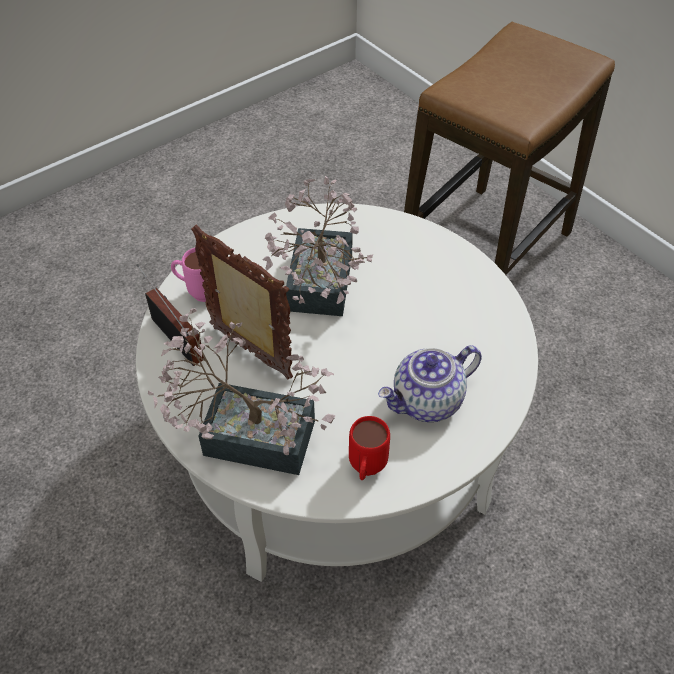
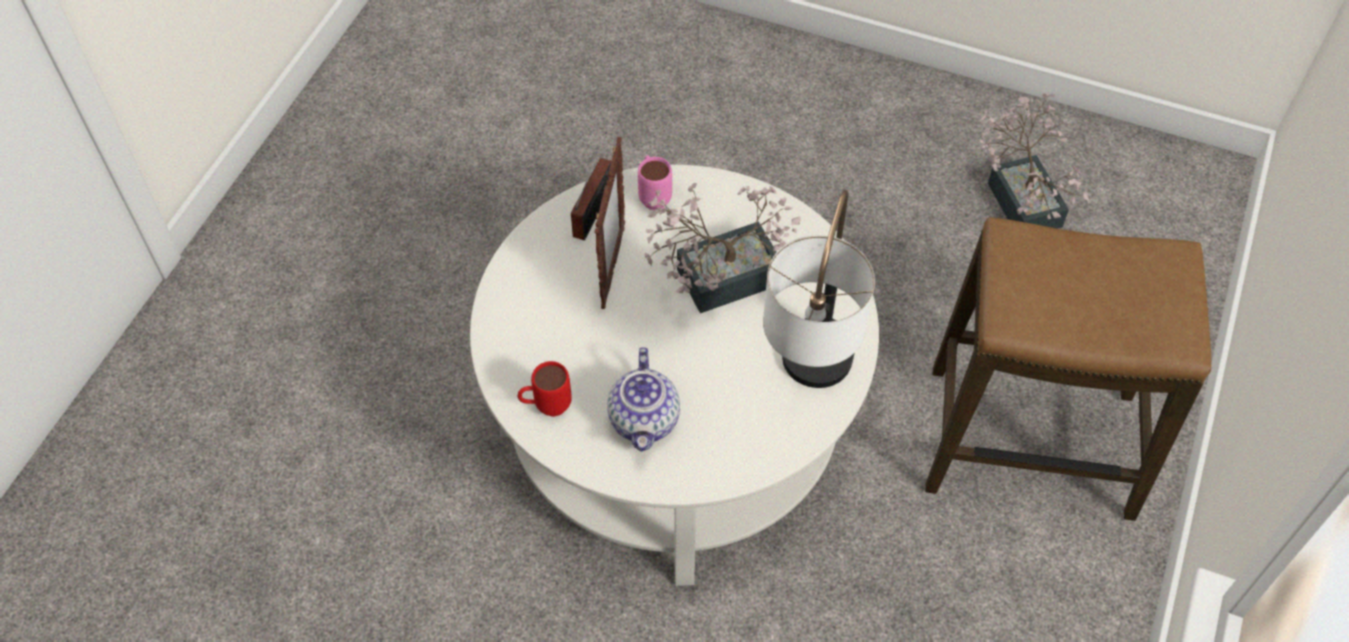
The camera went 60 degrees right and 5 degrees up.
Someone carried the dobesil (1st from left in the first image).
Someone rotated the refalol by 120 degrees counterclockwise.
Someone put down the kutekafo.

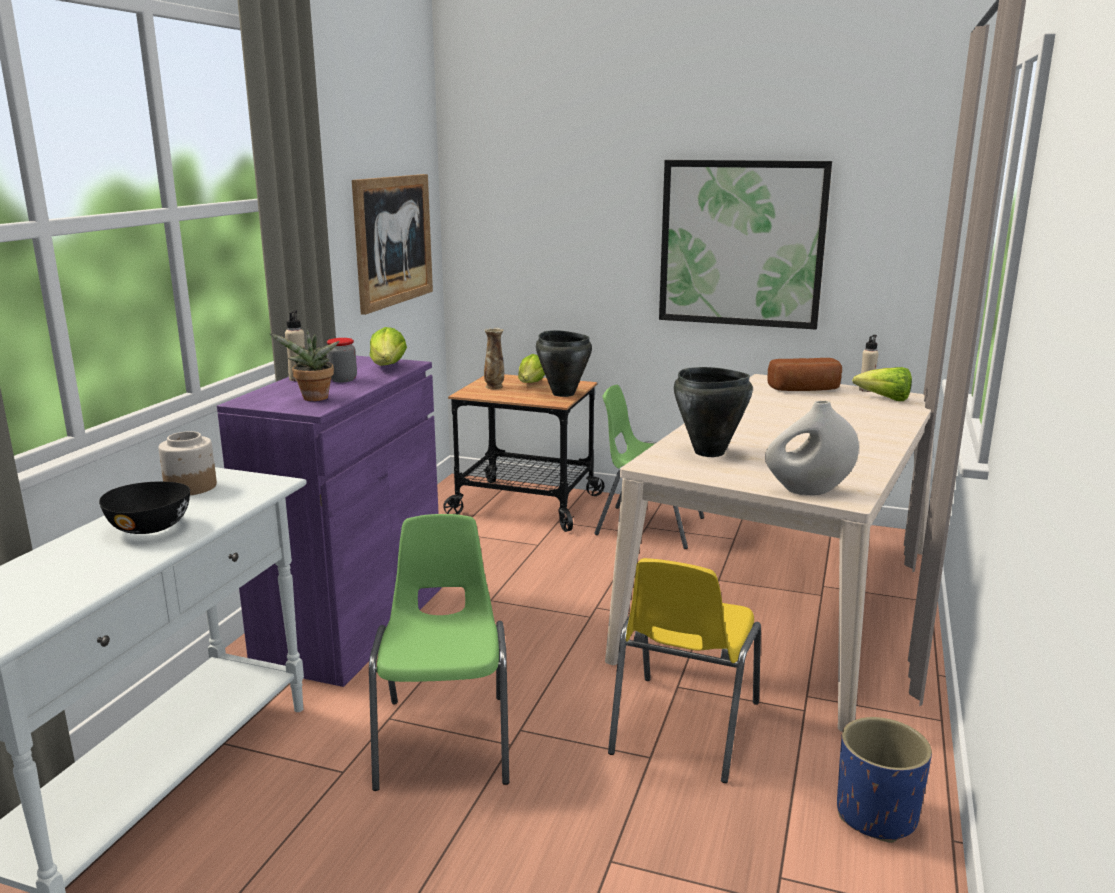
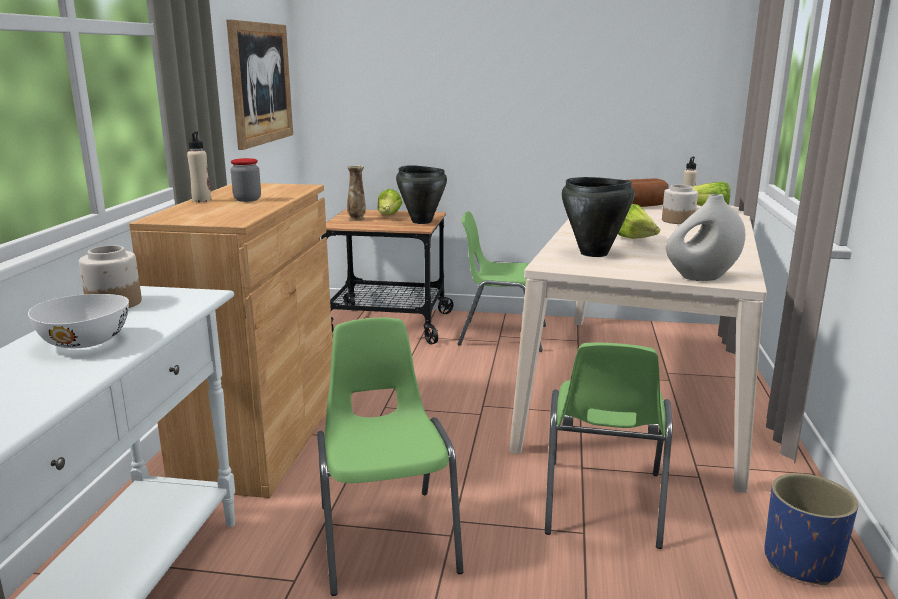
The camera went 10 degrees left and 0 degrees up.
Someone repainted the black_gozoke, which became the white_gozoke.
Someone repainted the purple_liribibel, which became the brown_liribibel.
Someone took away the dobesil.
Someone carried the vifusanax (1st from left in the first image).
Someone repainted the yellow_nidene, which became the green_nidene (3rd from left).
Someone took away the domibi (2nd from left).
Someone put down the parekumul (3rd from left).

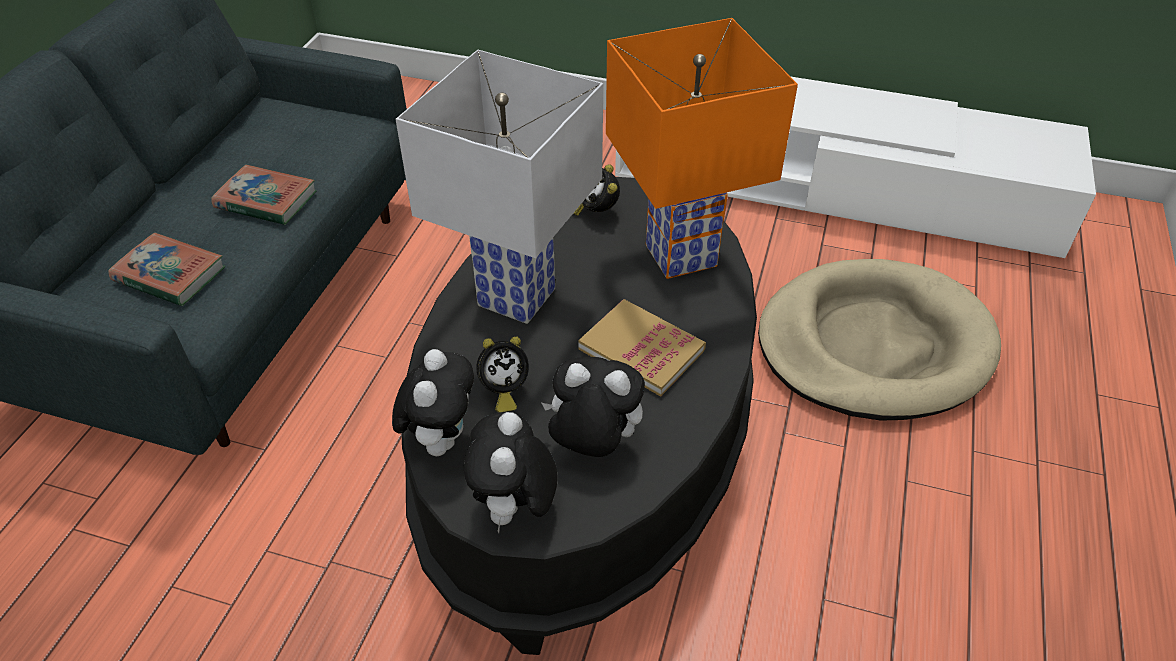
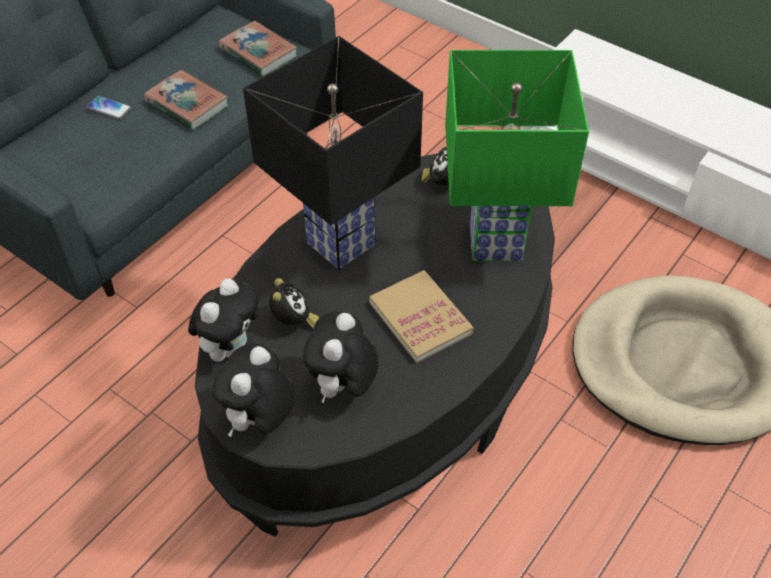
The camera went 20 degrees right and 5 degrees up.
Someone carried the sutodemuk (1st from left in the first image).
Someone repainted the white_kutekafo, which became the black_kutekafo.
Someone rotated the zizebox (1st from left) by 90 degrees counterclockwise.
Someone rotated the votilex (3rd from left) by 105 degrees counterclockwise.
Someone repainted the orange_kutekafo, which became the green_kutekafo.
Someone put down the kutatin.

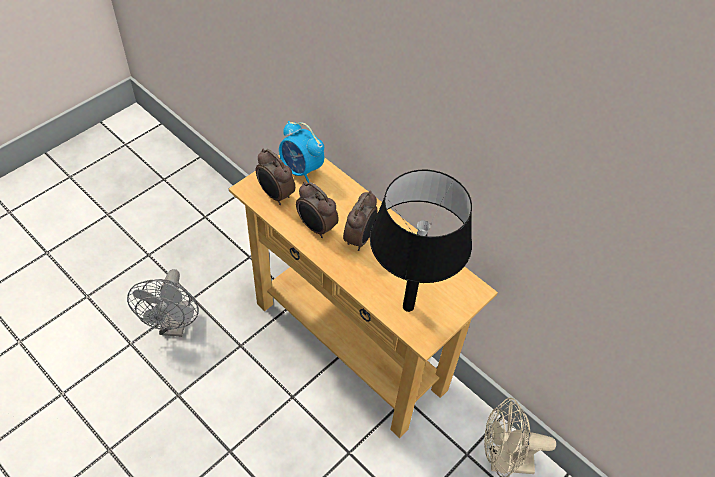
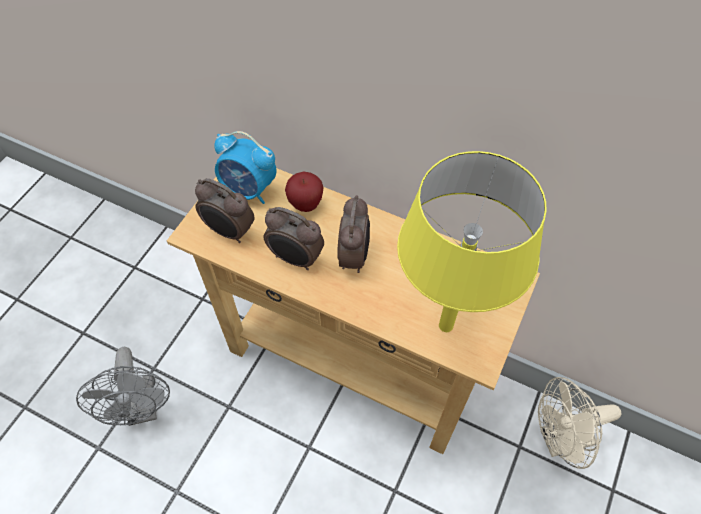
The camera went 15 degrees left and 5 degrees up.
Someone repainted the black_kutekafo, which became the yellow_kutekafo.
Someone put down the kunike.

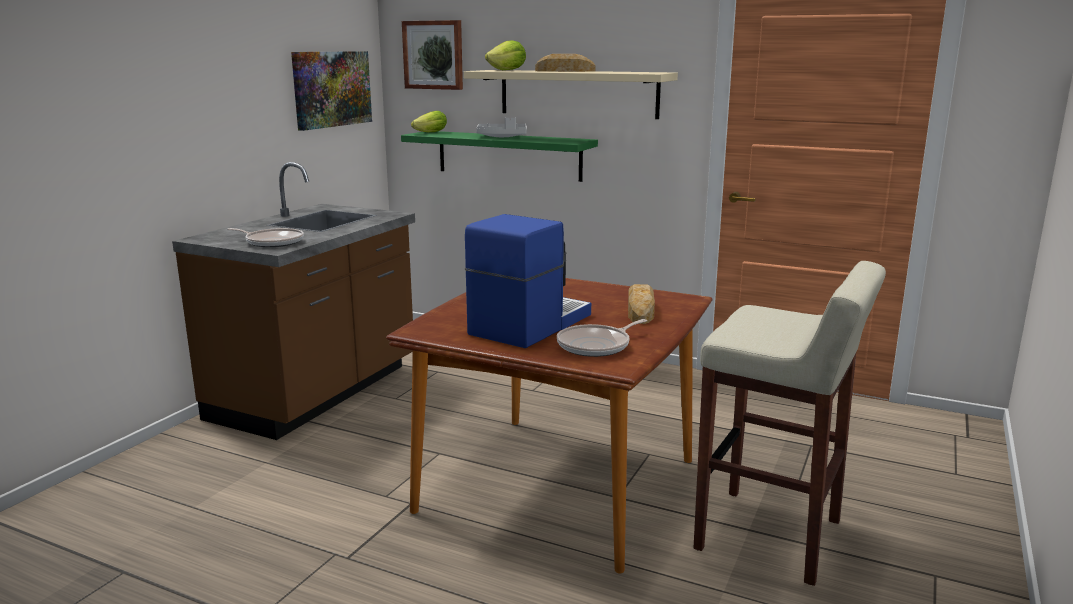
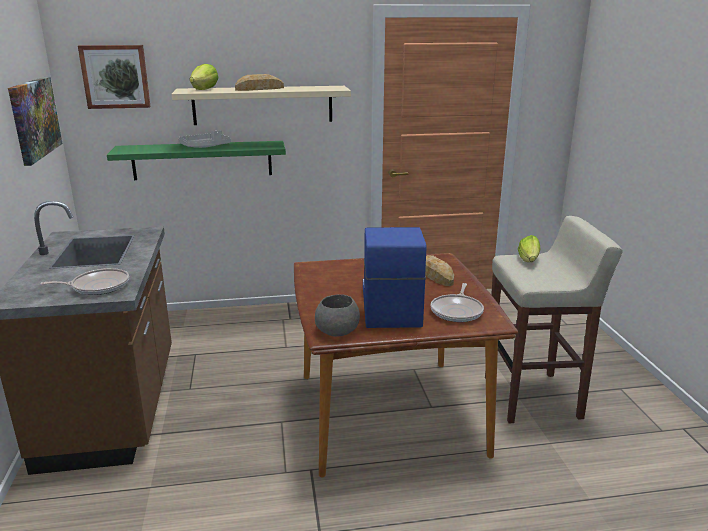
The camera went 35 degrees left and 5 degrees up.
Someone carried the vifusanax (1st from left in the first image).
Someone put down the grey_gozoke.

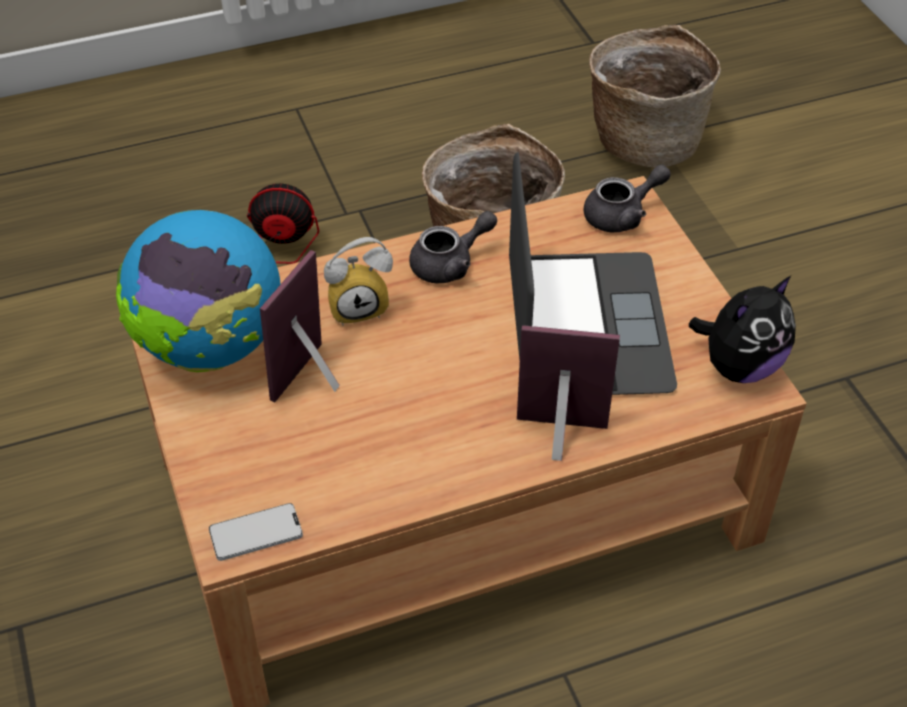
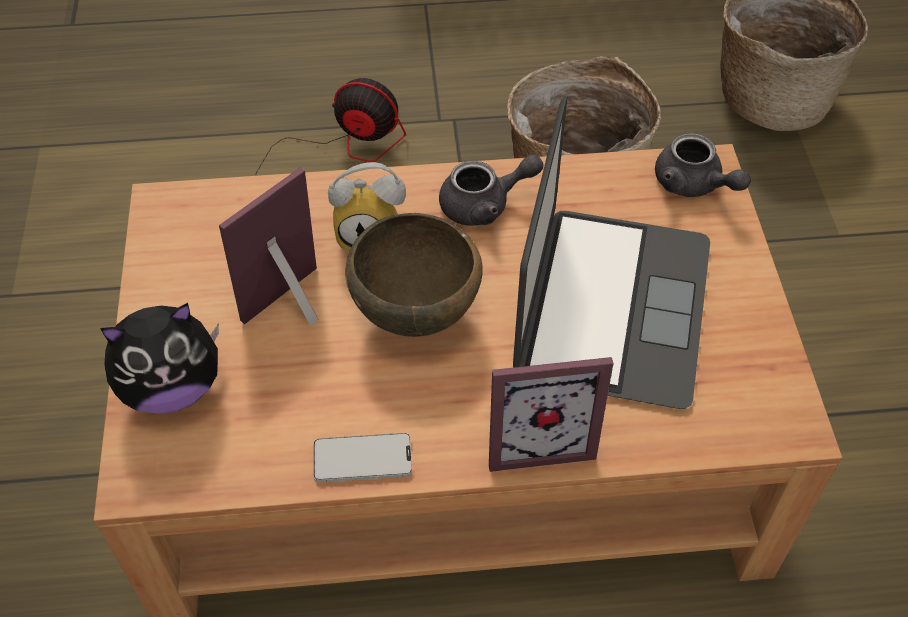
The camera went 15 degrees right and 5 degrees up.
Someone took away the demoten.
Someone carried the kutatin.
Someone rotated the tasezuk (2nd from left) by 150 degrees clockwise.
Someone rotated the grey_refalol (2nd from left) by 60 degrees clockwise.
Someone carried the votilex.
Someone put down the brown_gozoke.

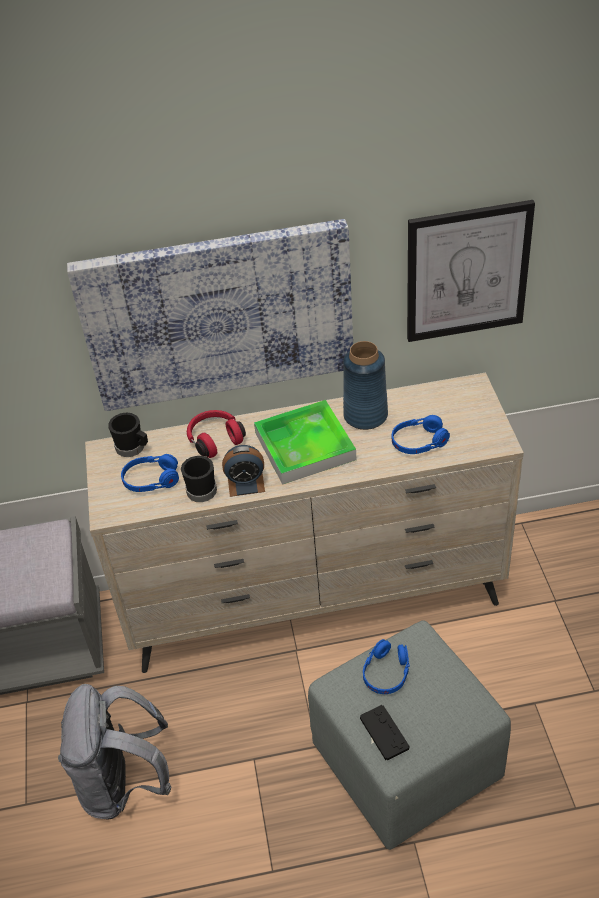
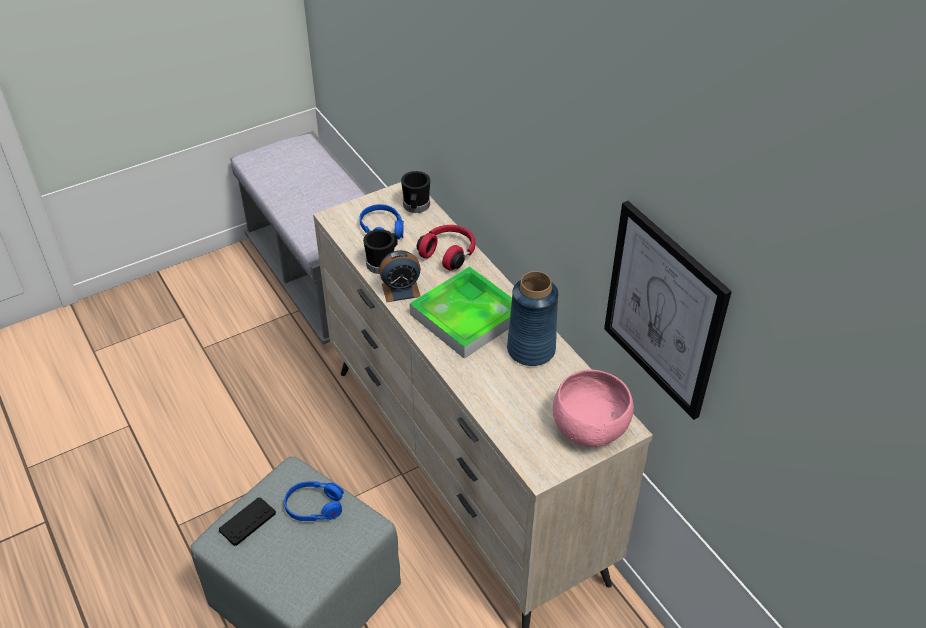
The camera went 65 degrees right and 0 degrees up.
Someone took away the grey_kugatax.
Someone took away the domibi (1st from left).
Someone rotated the zizebox by 75 degrees counterclockwise.
Someone took away the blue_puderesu (3rd from left).
Someone put down the pink_gozoke.

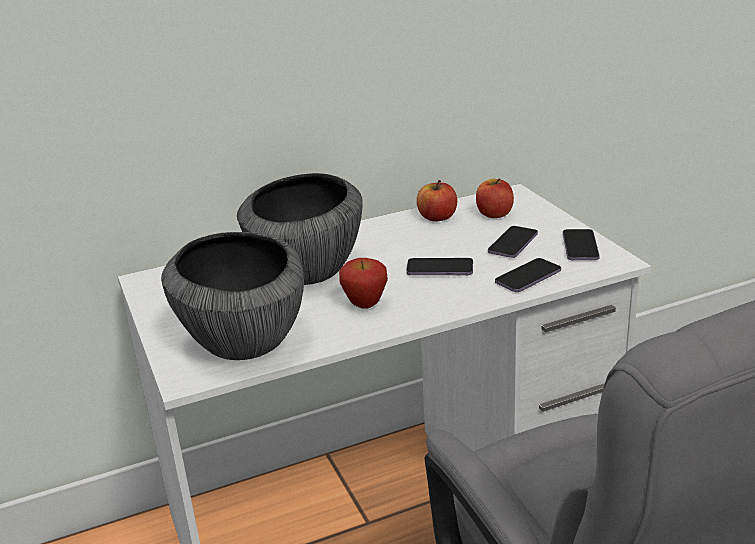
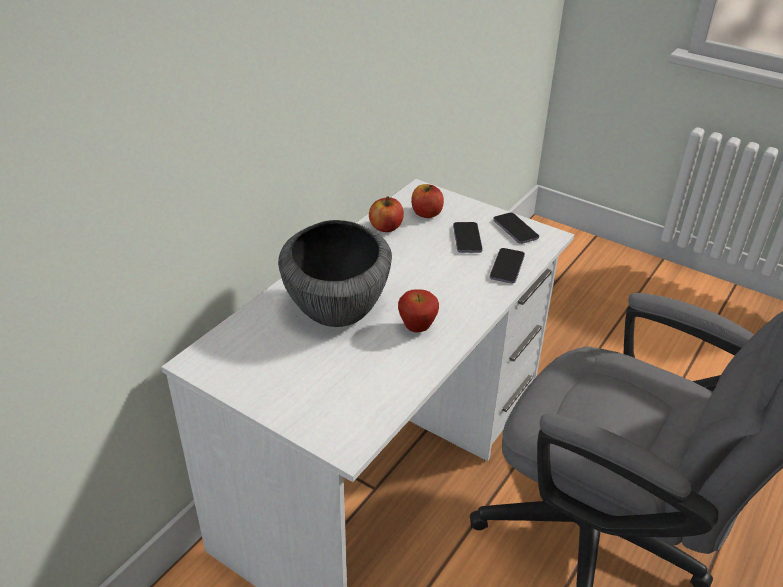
The camera went 35 degrees left and 10 degrees up.
Someone took away the gozoke (1st from left).
Someone took away the kutatin (1st from left).

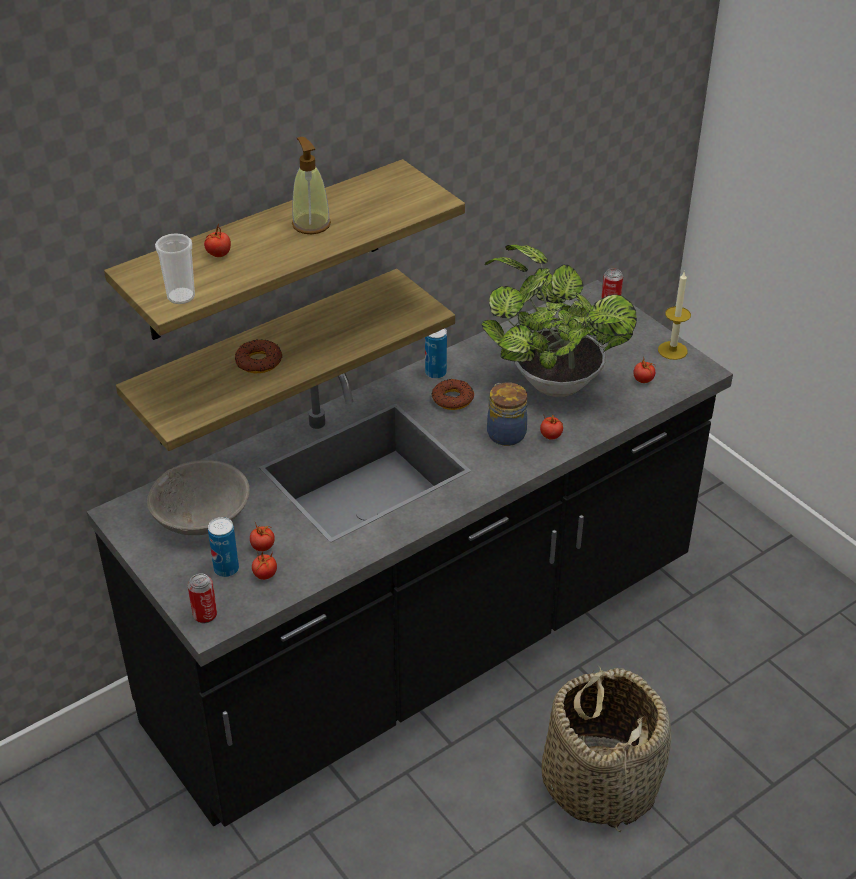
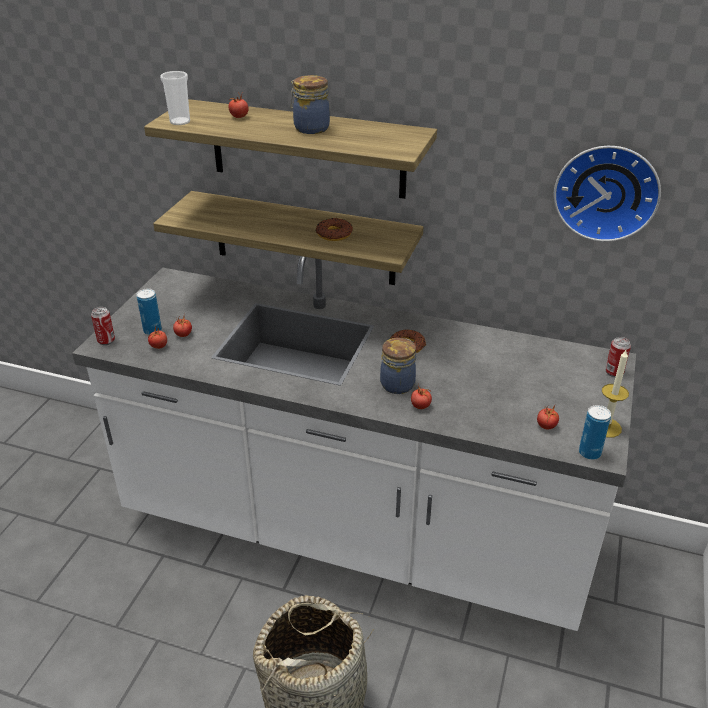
The camera went 55 degrees right and 5 degrees down.
Someone repainted the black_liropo, which became the white_liropo.
Someone took away the grey_gozoke.
Someone carried the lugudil (1st from left).
Someone swapped the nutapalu for the parekumul (1st from left).
Someone carried the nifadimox (3rd from left).
Someone took away the dobesil.
Someone put up the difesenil.

